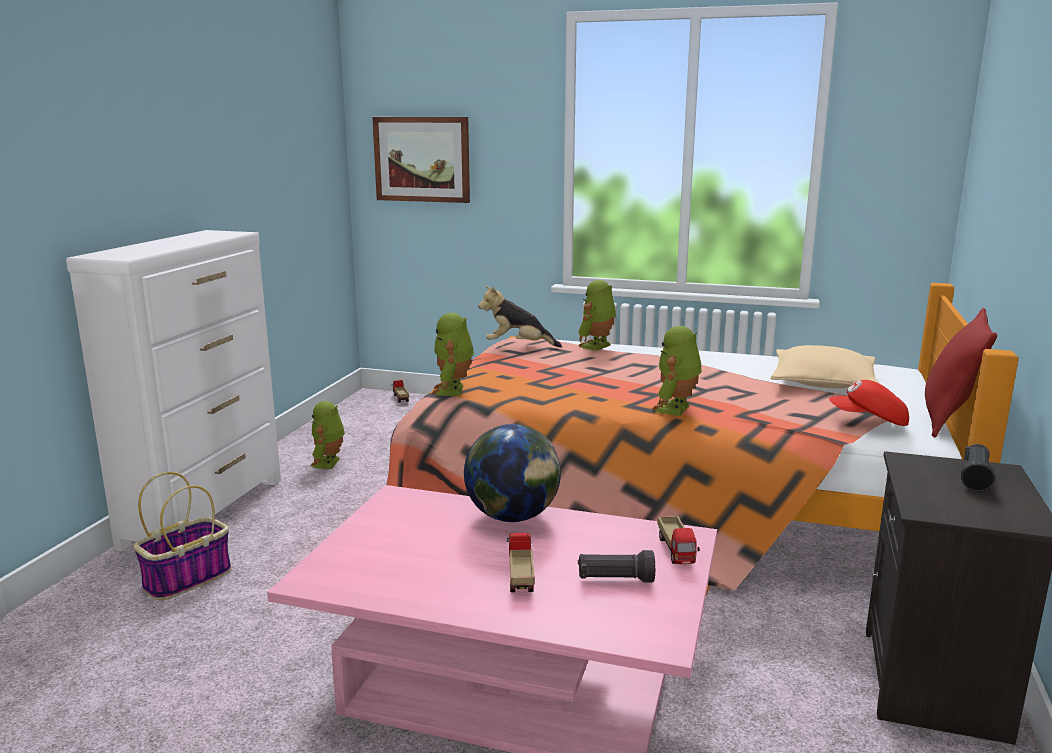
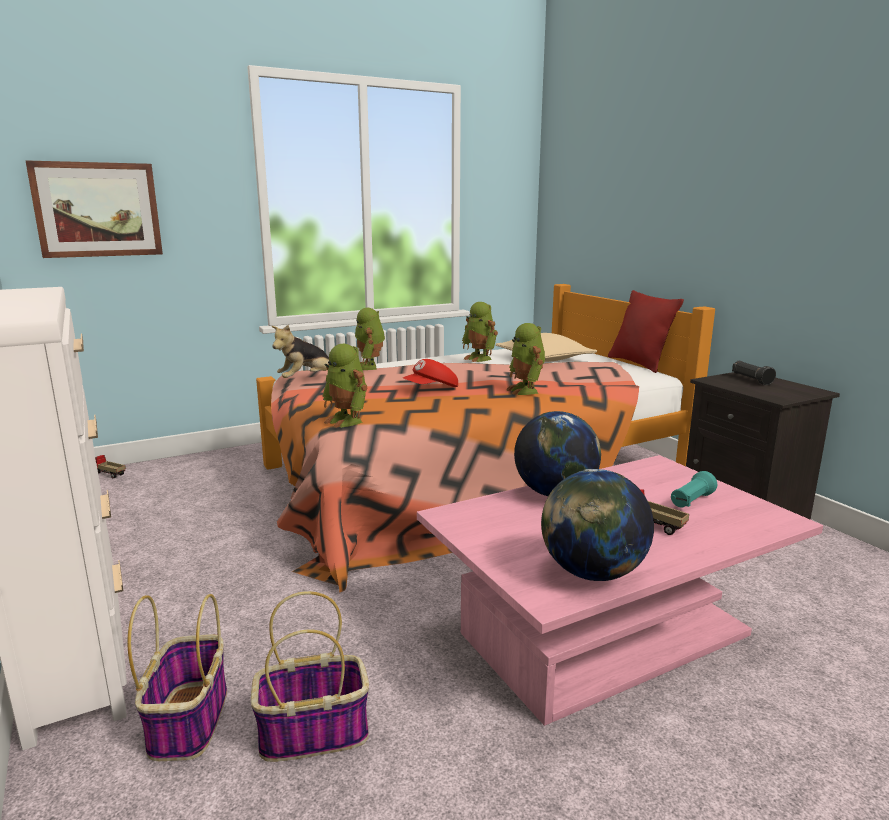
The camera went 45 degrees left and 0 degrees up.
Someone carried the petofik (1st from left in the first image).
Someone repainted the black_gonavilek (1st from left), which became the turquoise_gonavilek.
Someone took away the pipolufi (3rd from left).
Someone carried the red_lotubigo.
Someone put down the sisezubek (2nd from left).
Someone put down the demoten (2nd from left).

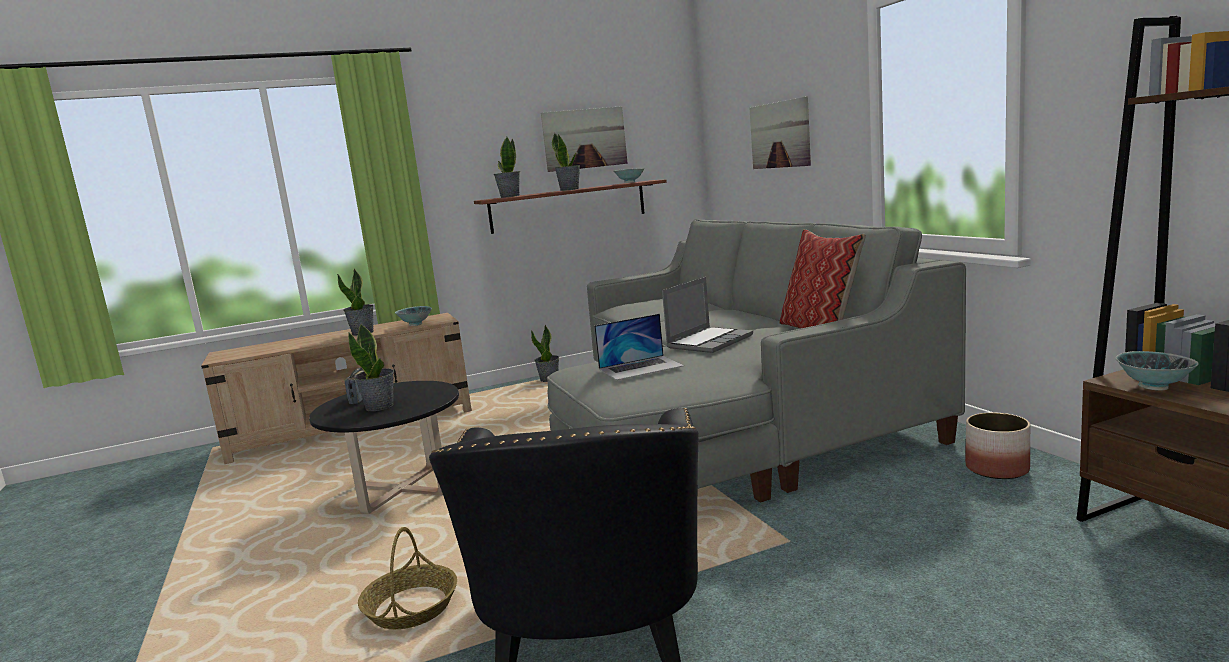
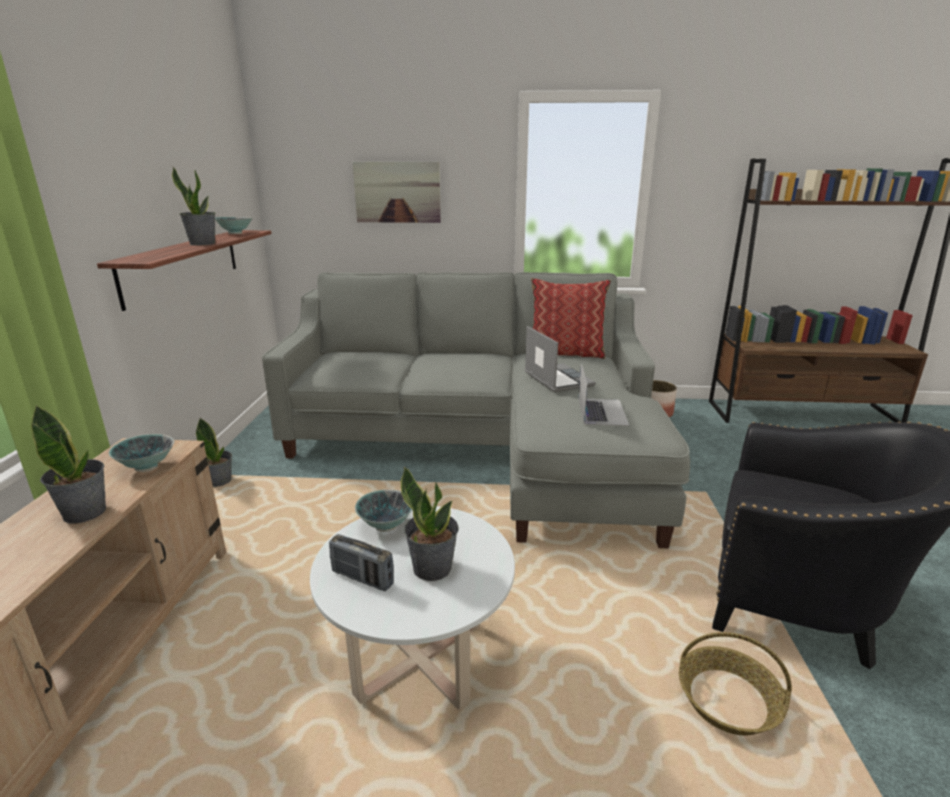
The camera went 65 degrees left and 10 degrees up.
Someone repainted the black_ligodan, which became the white_ligodan.
Someone took away the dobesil (3rd from left).
Someone took away the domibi (1st from left).
Someone carried the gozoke (3rd from left).

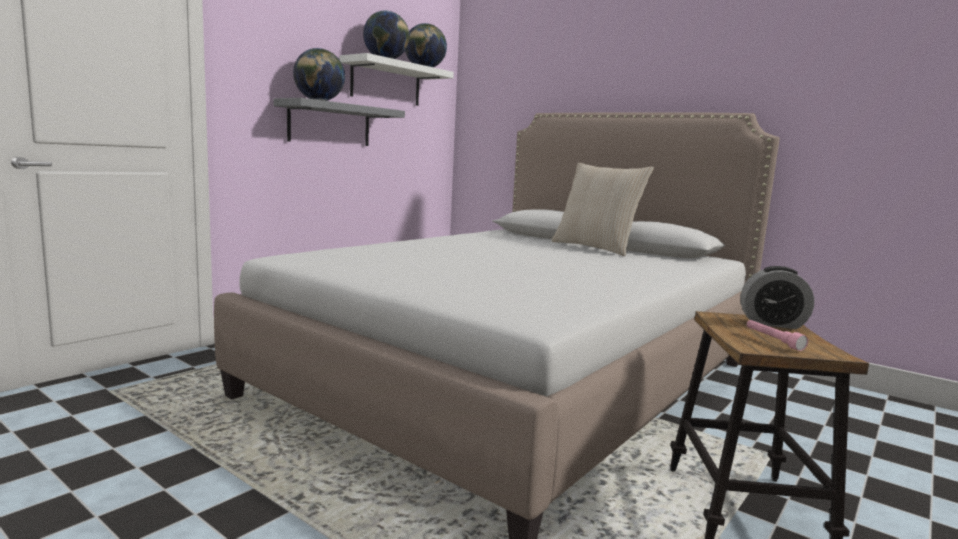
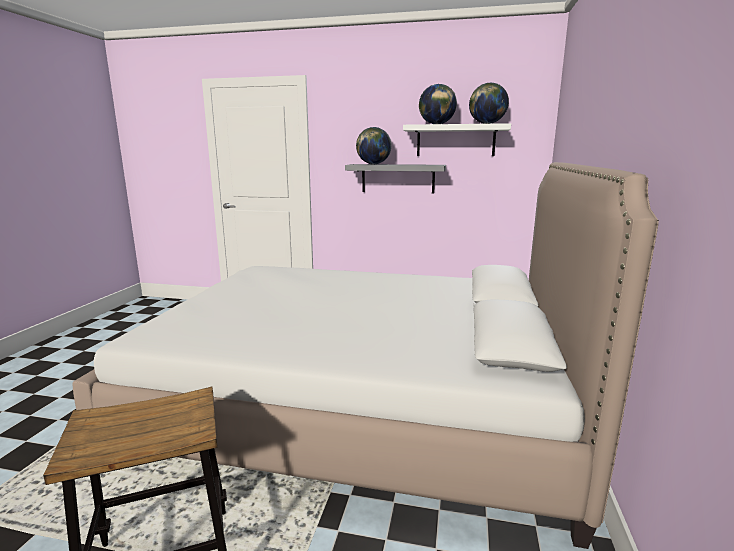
The camera went 65 degrees right and 5 degrees up.
Someone took away the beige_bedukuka.
Someone took away the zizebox.
Someone took away the pink_gonavilek.

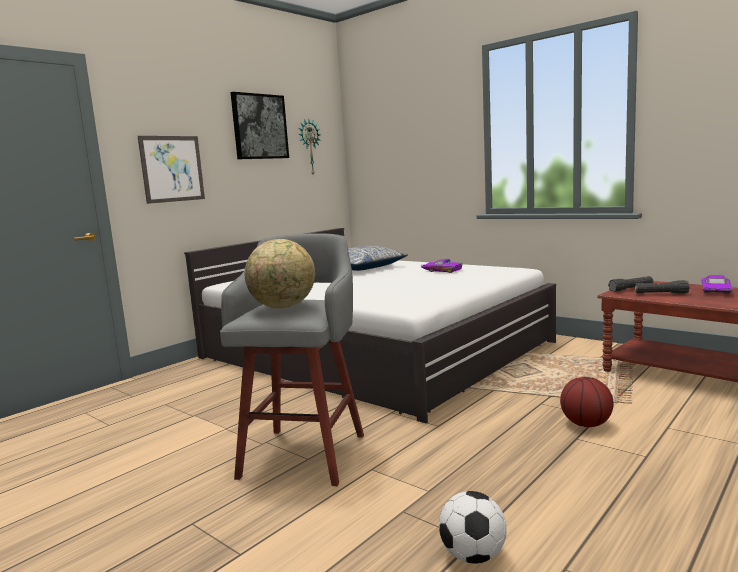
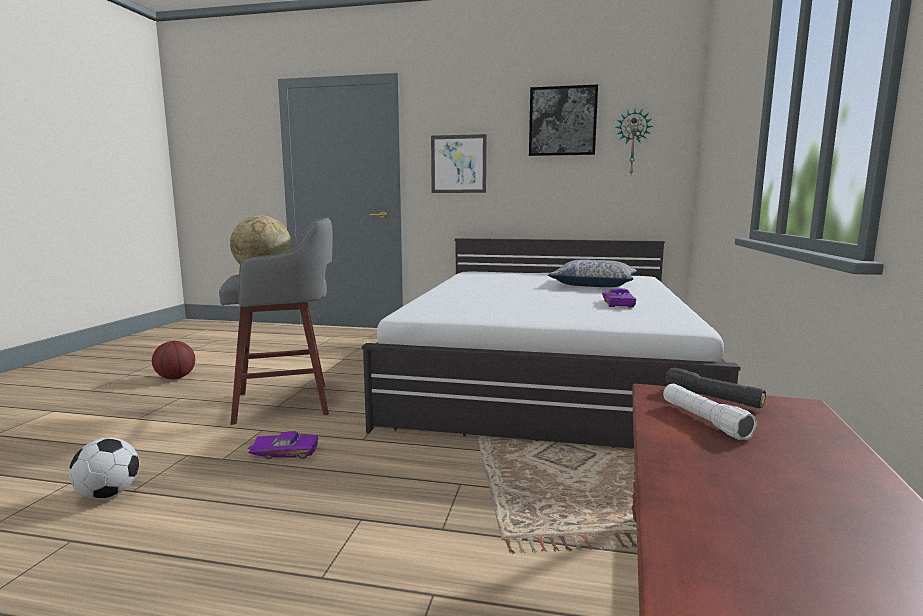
The camera went 60 degrees right and 0 degrees up.
Someone carried the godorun.
Someone repainted the black_gonavilek (2nd from left), which became the white_gonavilek.
Someone carried the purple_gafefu (2nd from left in the first image).

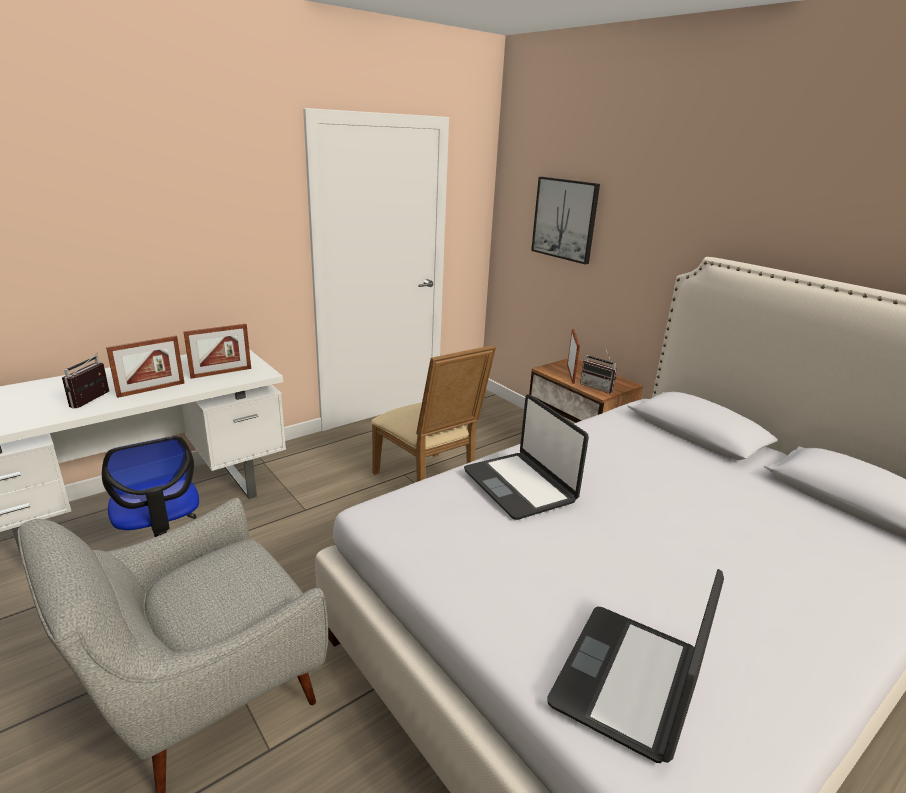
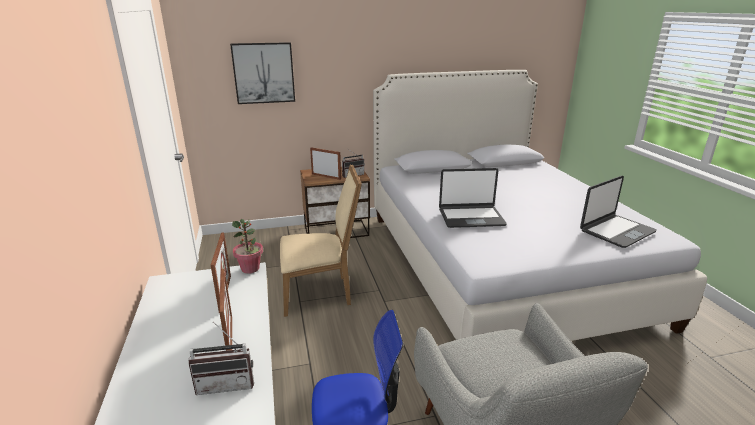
The camera went 65 degrees left and 0 degrees up.
Someone rotated the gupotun (1st from left) by 45 degrees counterclockwise.
Someone rotated the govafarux (2nd from left) by 90 degrees counterclockwise.
Someone put down the dobesil.

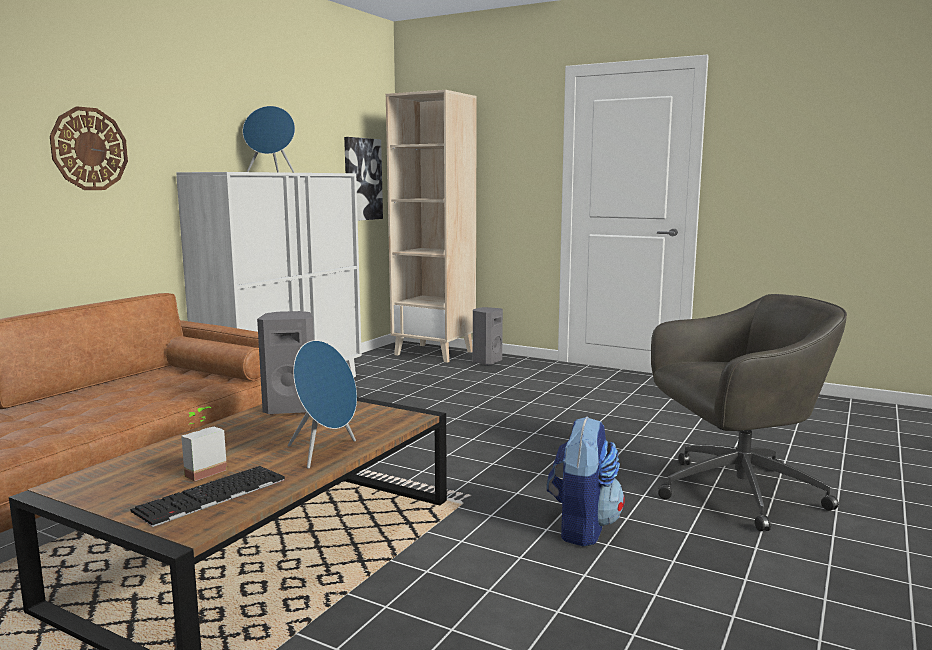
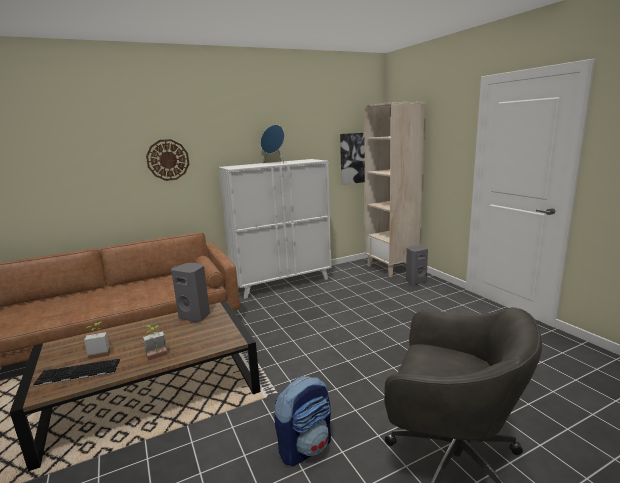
The camera went 35 degrees right and 5 degrees up.
Someone swapped the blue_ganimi (2nd from left) for the dobesil (2nd from left).

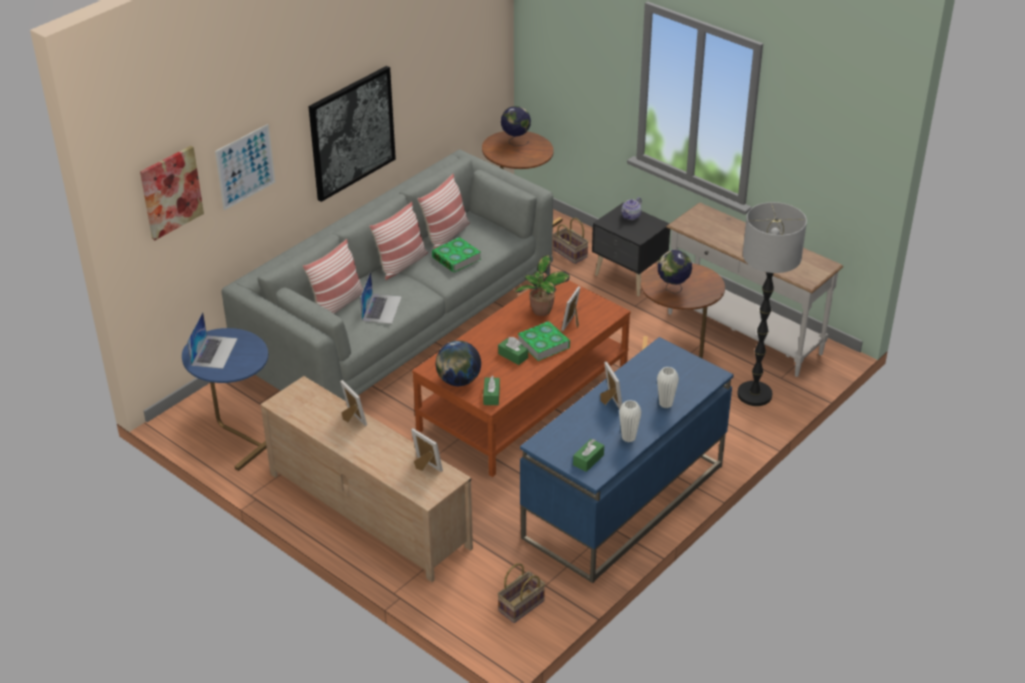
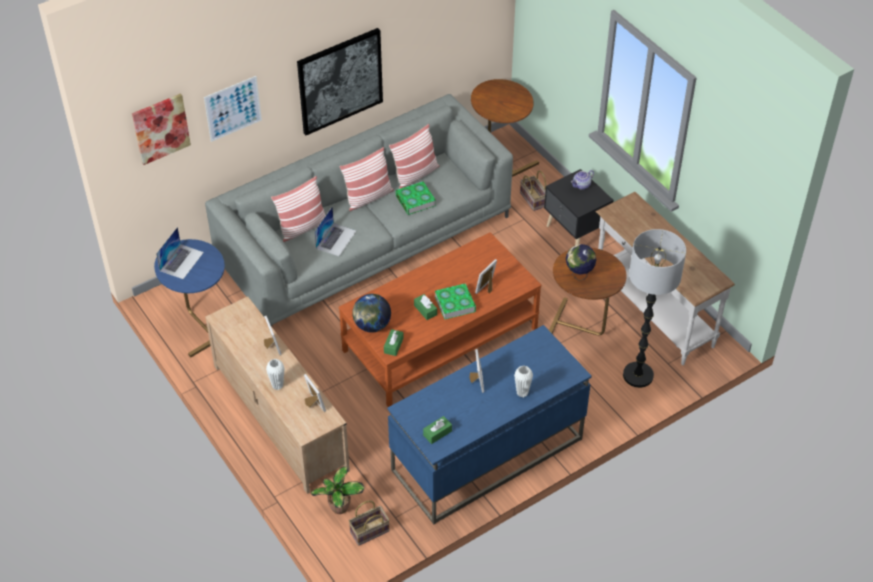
The camera went 15 degrees right and 10 degrees up.
Someone took away the demoten (2nd from left).
Someone carried the dobesil.
Someone carried the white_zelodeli (1st from left).

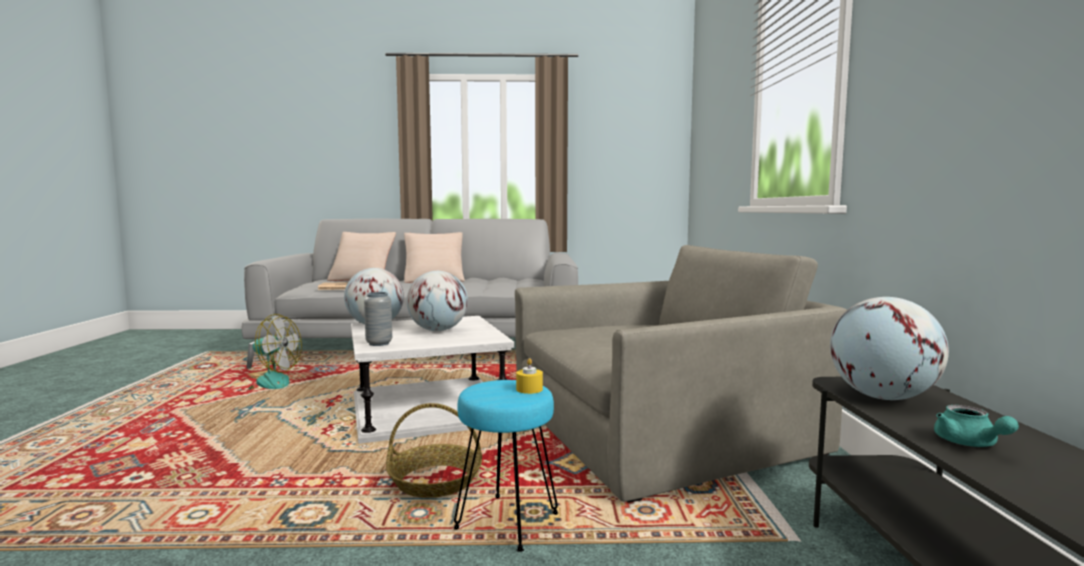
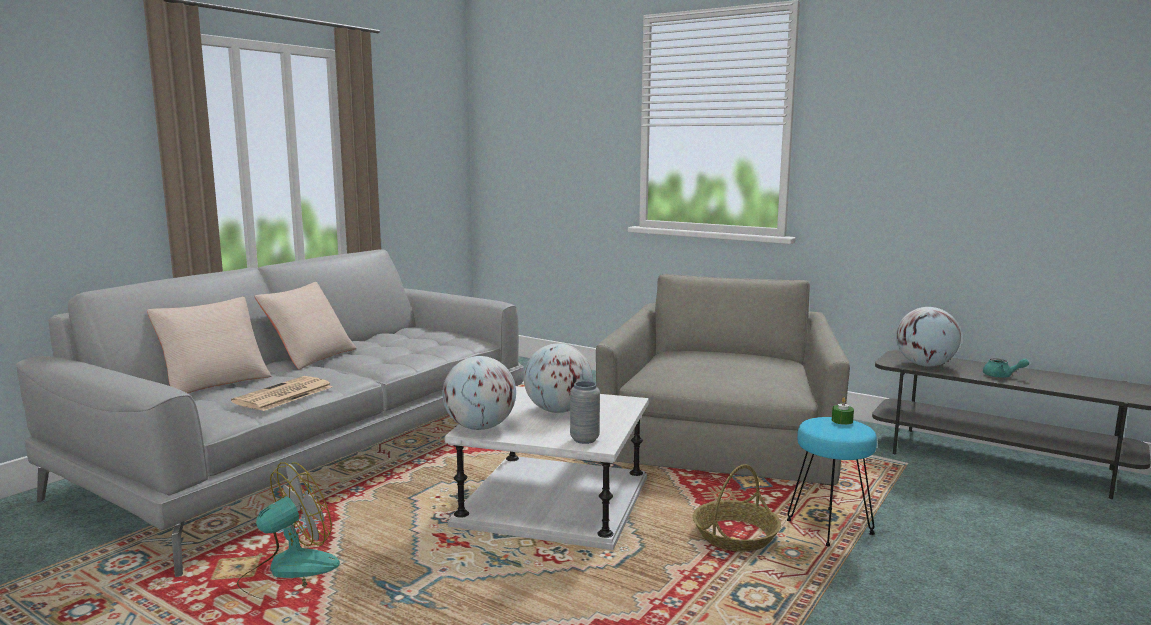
The camera went 55 degrees left and 5 degrees up.
Someone repainted the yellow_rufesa, which became the green_rufesa.

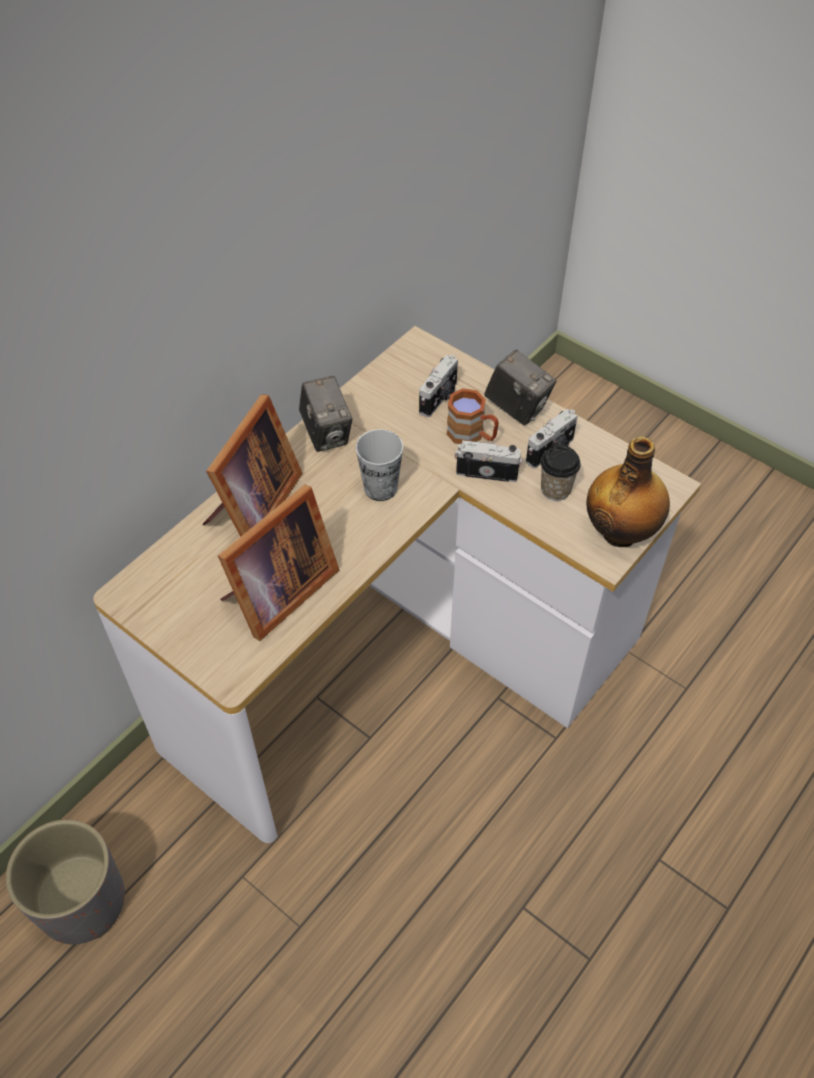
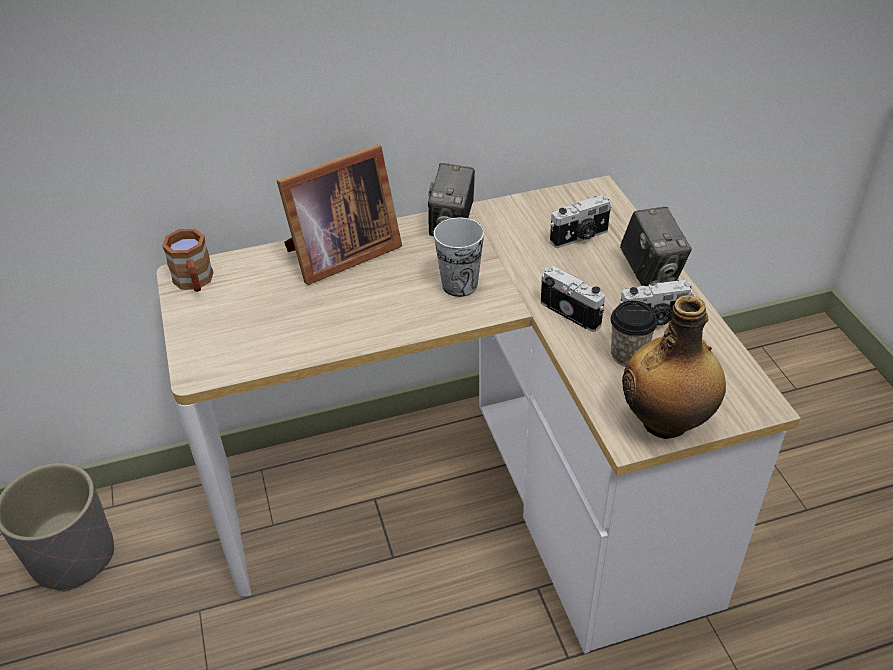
The camera went 35 degrees right and 10 degrees down.
Someone took away the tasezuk (2nd from left).
Someone carried the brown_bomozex.

